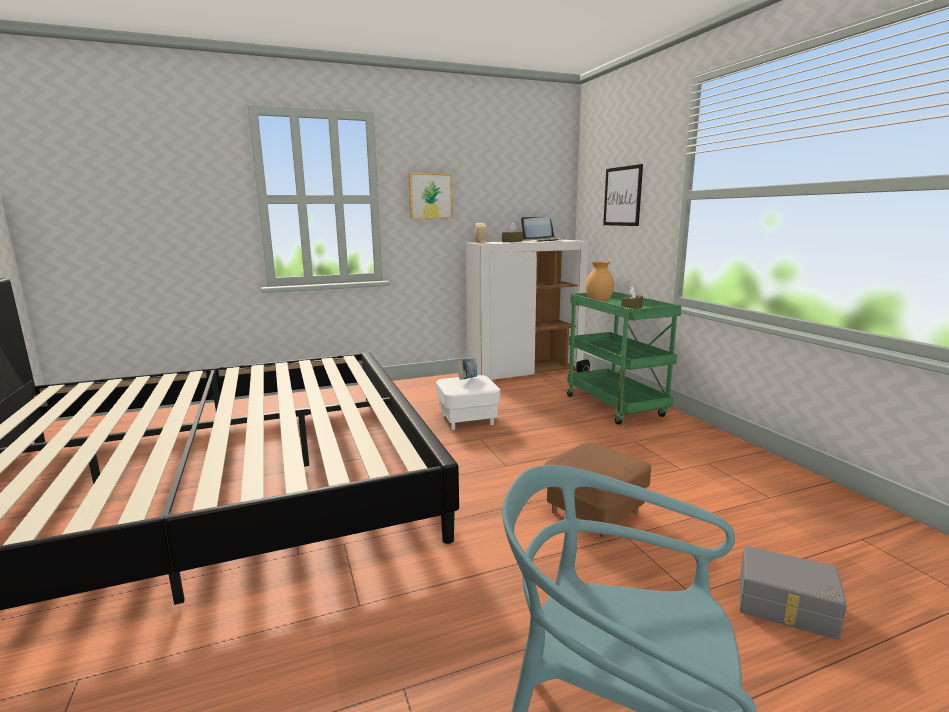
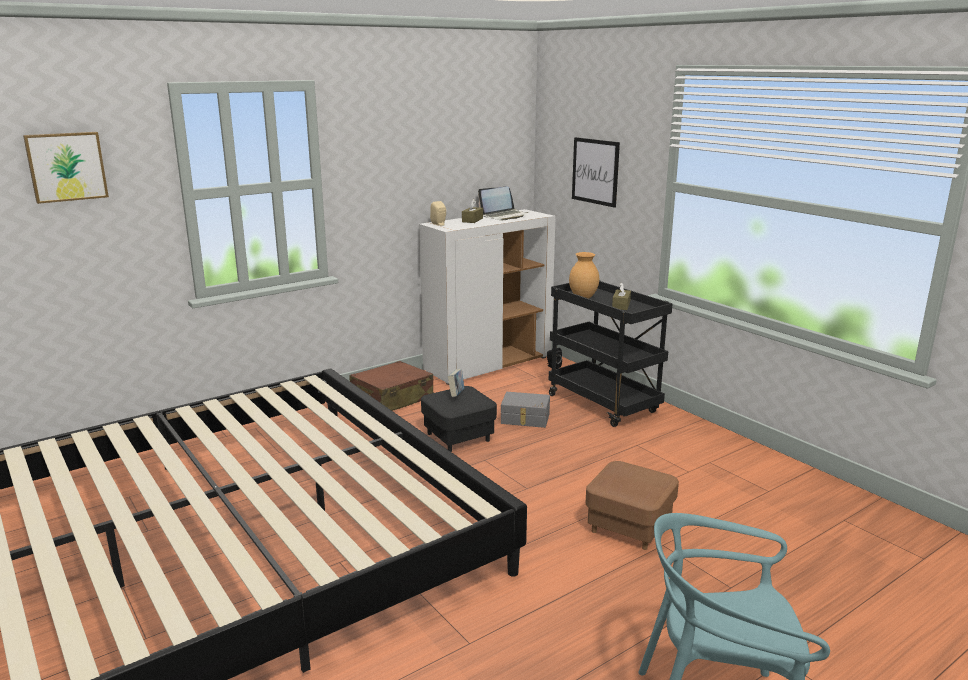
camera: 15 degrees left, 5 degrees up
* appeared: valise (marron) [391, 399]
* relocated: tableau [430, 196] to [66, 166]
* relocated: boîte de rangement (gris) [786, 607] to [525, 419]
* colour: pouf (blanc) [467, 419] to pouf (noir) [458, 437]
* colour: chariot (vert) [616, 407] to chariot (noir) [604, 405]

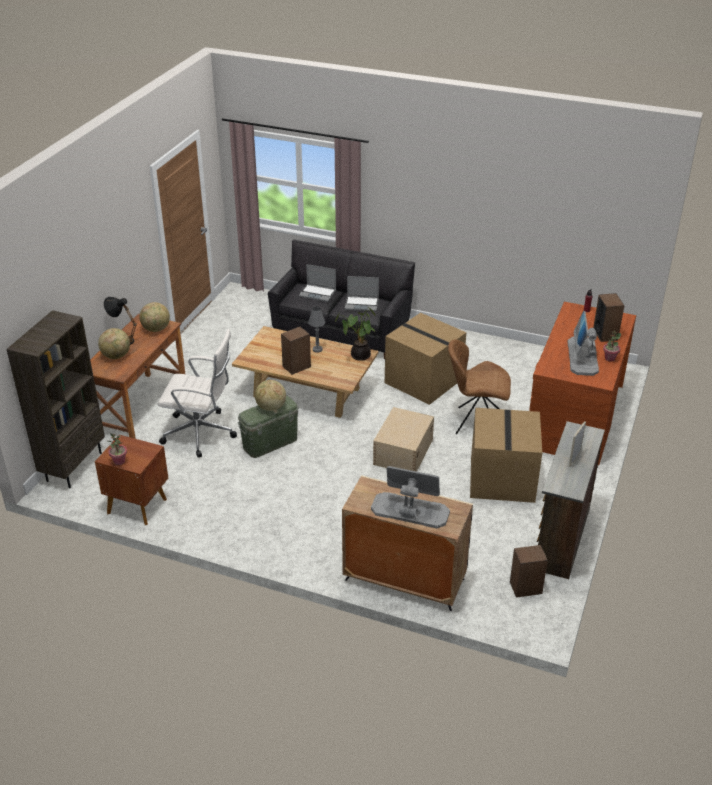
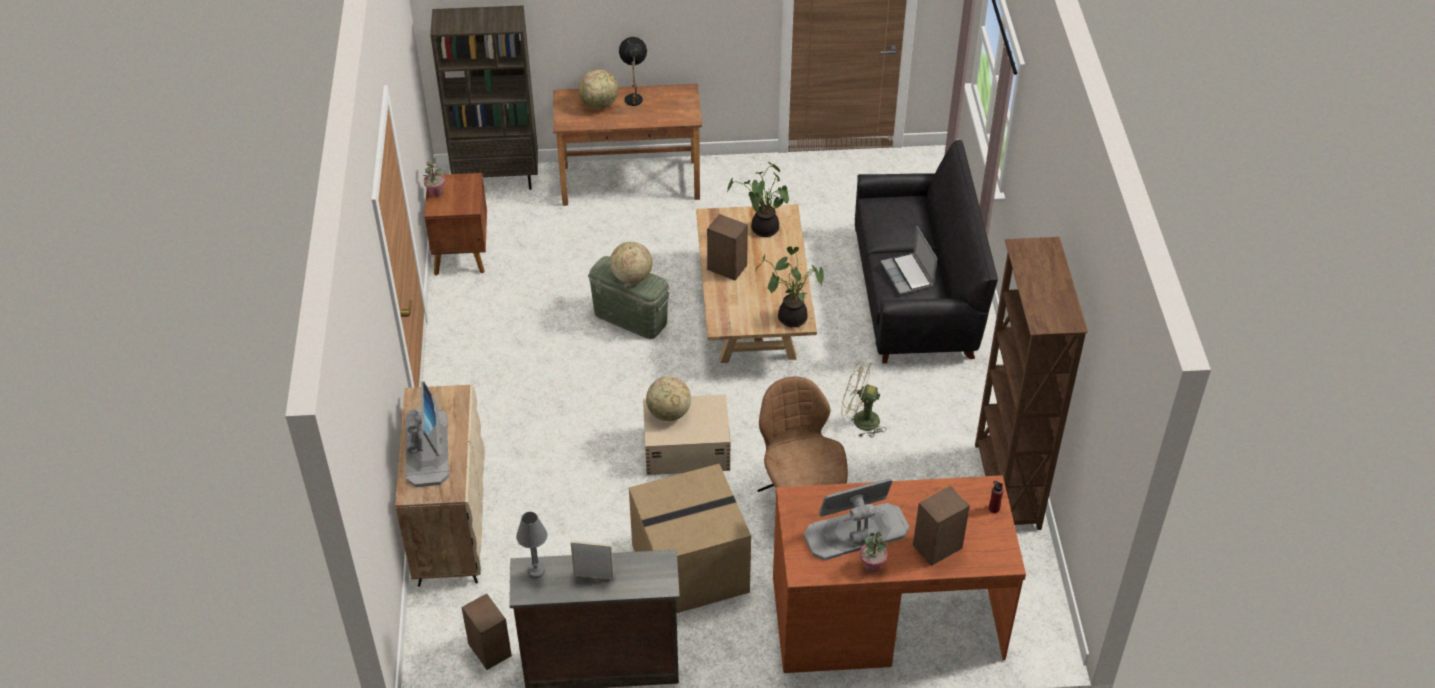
camera: 65 degrees right, 10 degrees up
* missing: chaise de bureau (blanc) [201, 433]
* missing: ordinateur portable [318, 293]
* appeared: plante en pot [762, 229]
* appeared: bibliothèque (marron) [1006, 487]
* relocated: globe [156, 329] to [669, 413]
* relocated: lampe de table (gris) [317, 349] to [536, 571]
* exchanged: carton [425, 380] to ventilateur (beige) [859, 420]

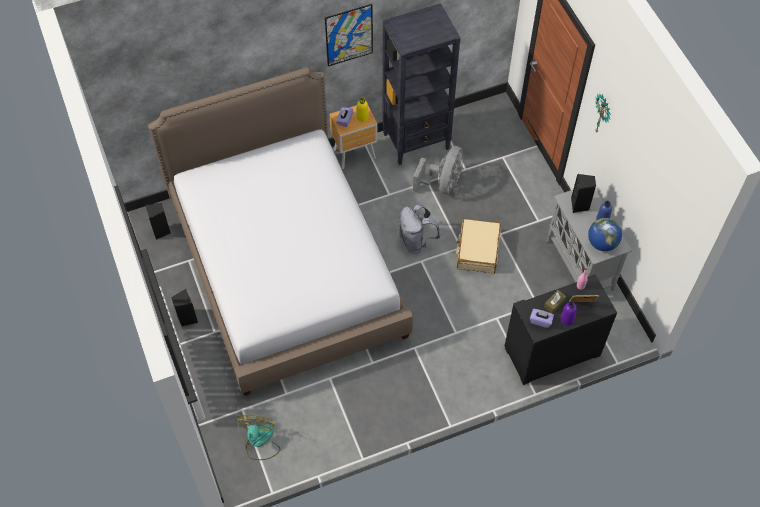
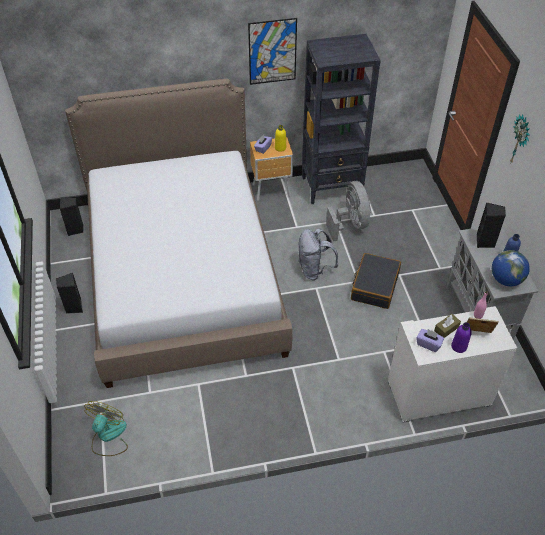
camera: 10 degrees right, 10 degrees down
* colour: valise (beige) [477, 250] to valise (noir) [374, 286]
* colour: commode (noir) [552, 352] to commode (blanc) [439, 394]
* spun: ventilateur (gris) [442, 183] = [350, 224] 45 degrees counterclockwise

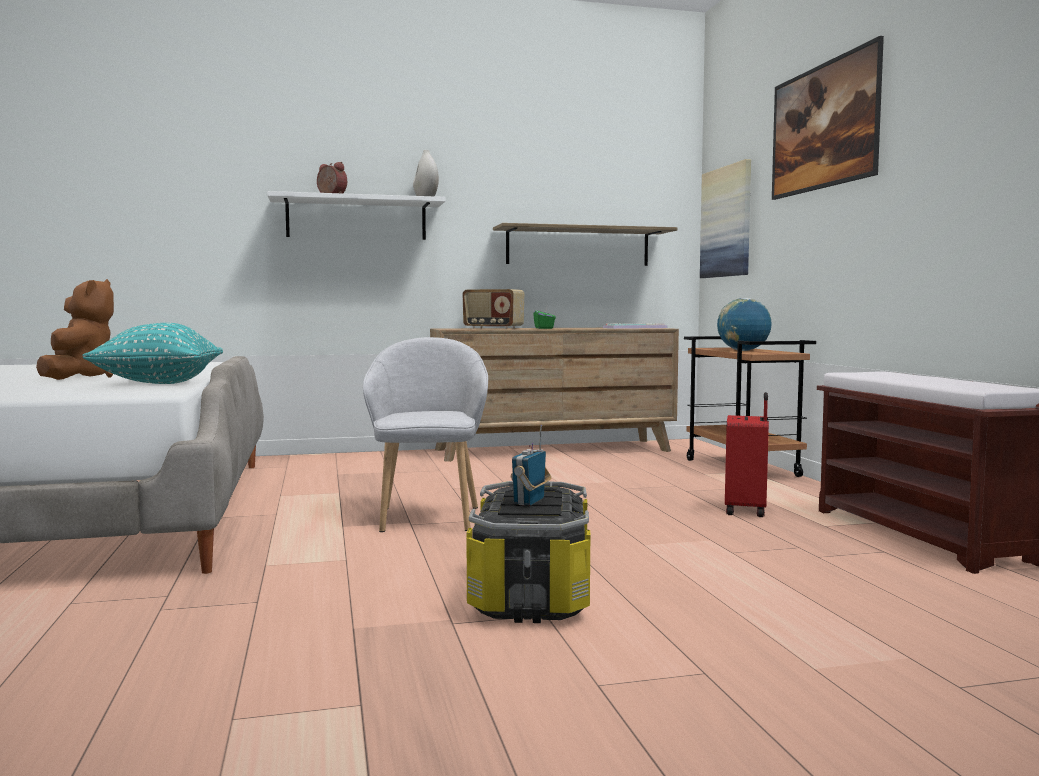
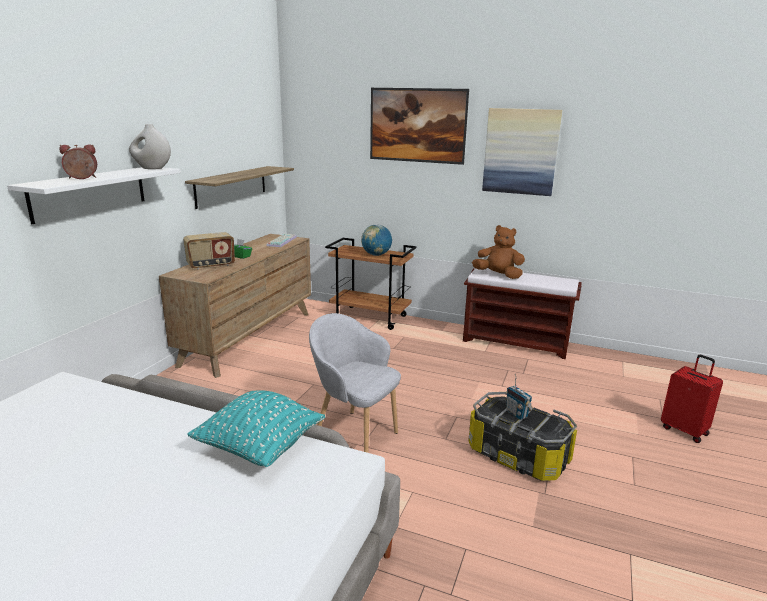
camera: 55 degrees left, 15 degrees up
* relocated: peluche (marron) [79, 377] to [498, 275]
* relocated: tableau [727, 222] to [520, 152]
* relocated: valise (rouge) [747, 510] to [684, 430]

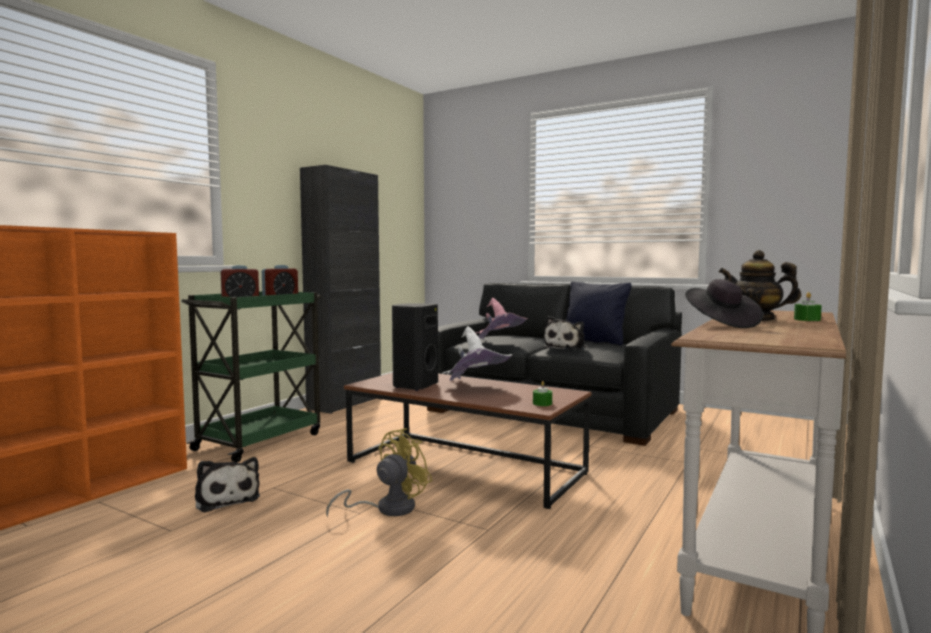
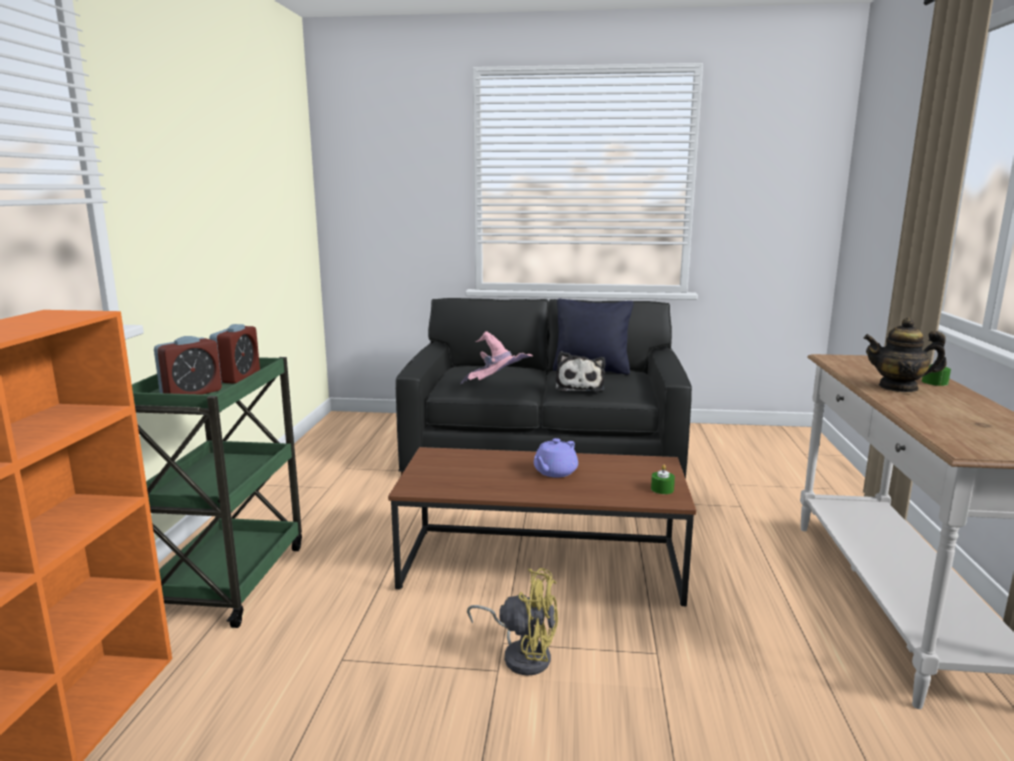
camera: 25 degrees left, 10 degrees up
* missing: peluche [226, 498]
* missing: meuble de rangement (noir) [345, 403]
* missing: enceinte (noir) [414, 386]
* missing: chapeau (noir) [721, 324]
* exchanged: chapeau (blanc) [475, 388] to théière (violet) [554, 472]
* spun: ventilateur (jaune) [387, 509] = [522, 654] 90 degrees clockwise

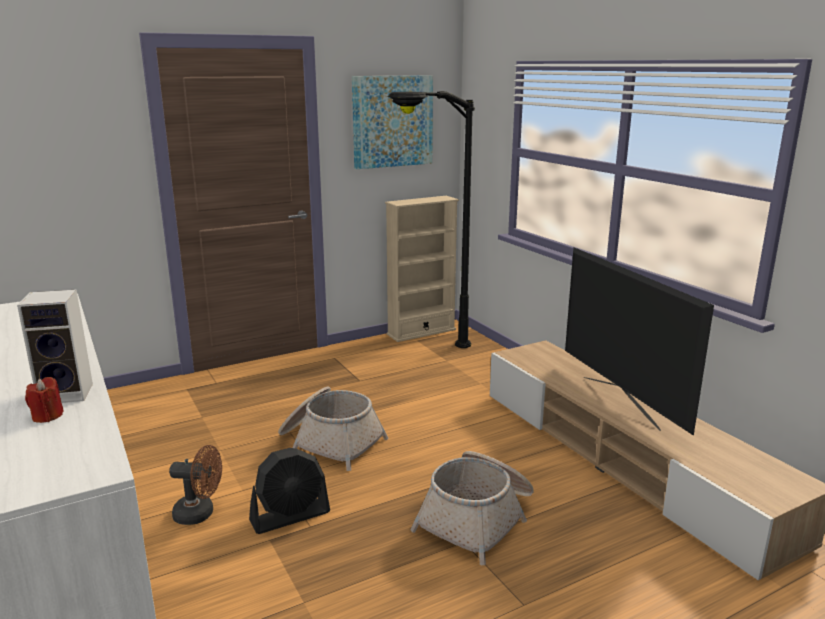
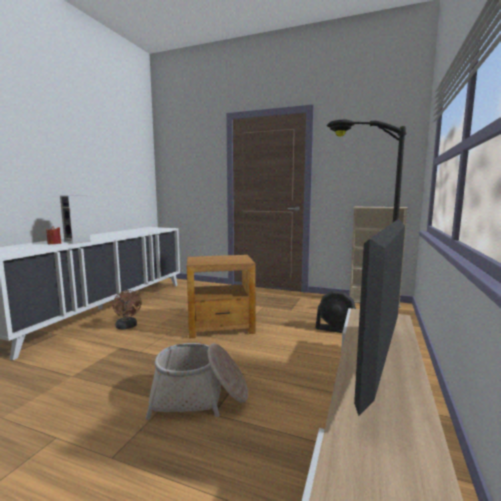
camera: 50 degrees right, 10 degrees down
* missing: tableau [392, 121]
* relocated: ventilateur (noir) [290, 516] to [336, 329]
* exchanged: panier [330, 442] to table d'appoint (marron) [221, 326]

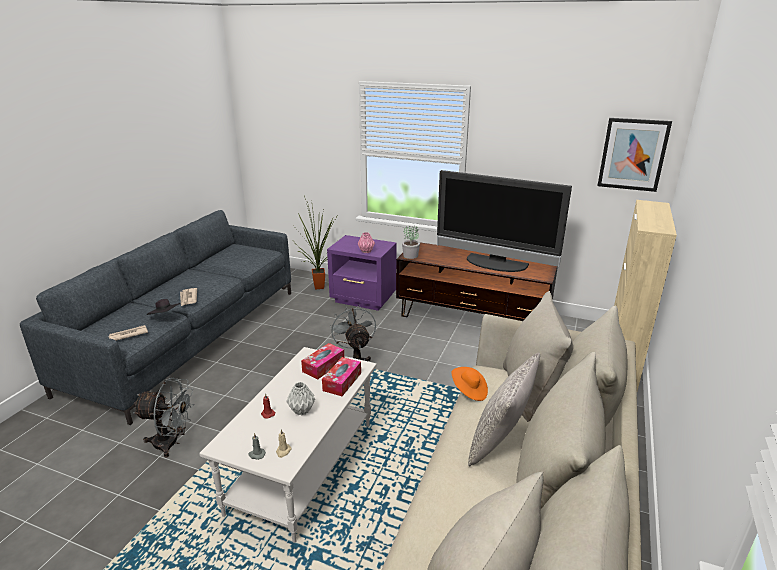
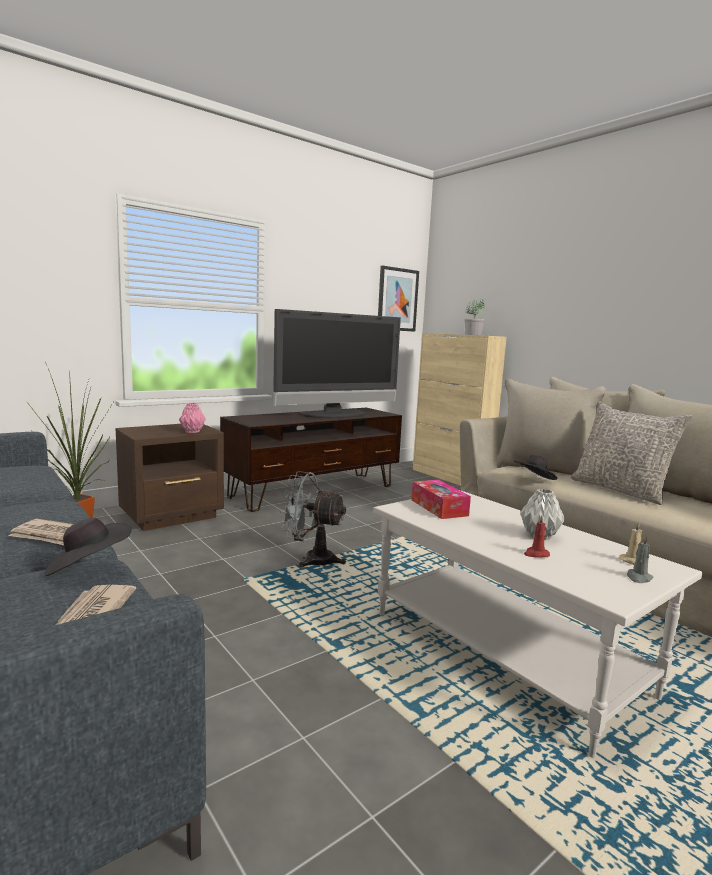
camera: 60 degrees left, 15 degrees down
* missing: ventilateur (gris) [172, 443]
* missing: boîte à mouchoirs [342, 381]
* relocated: plante en pot [411, 256] to [473, 334]
* colour: table de chevet (violet) [364, 299] to table de chevet (marron) [173, 516]
* colour: chapeau (orange) [469, 391] to chapeau (noir) [534, 480]

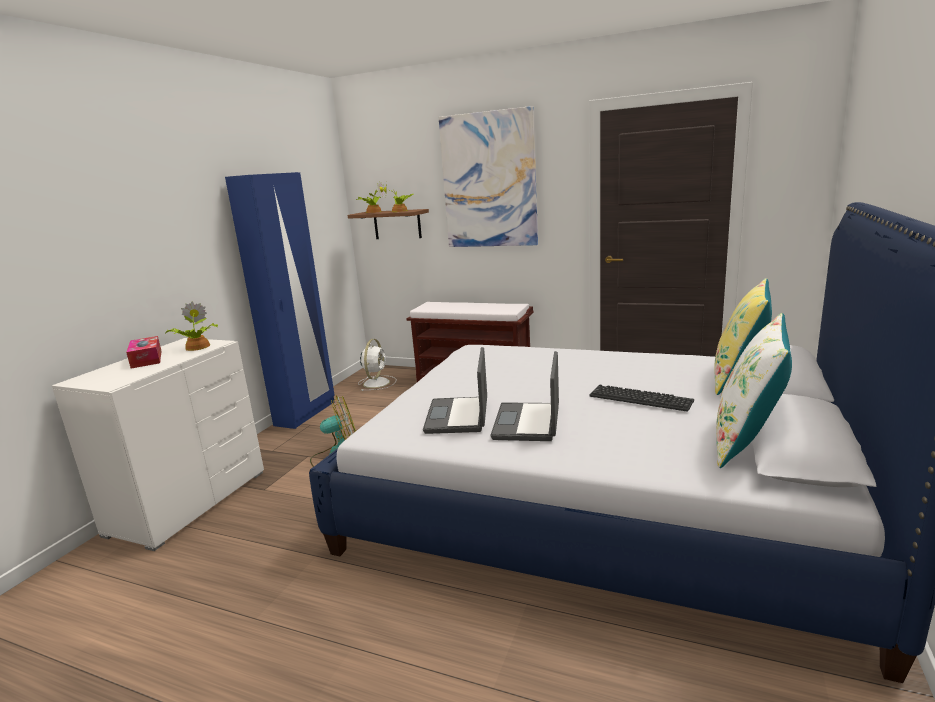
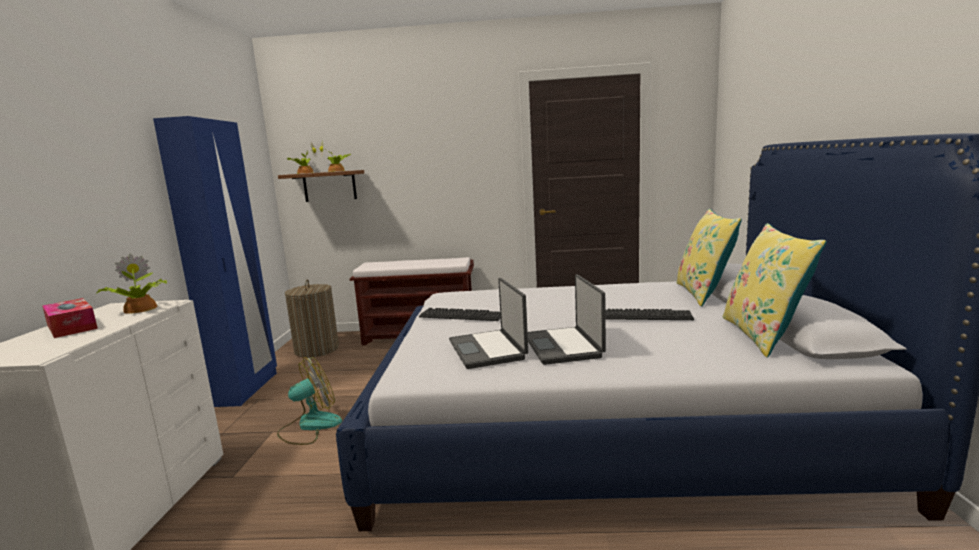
camera: 20 degrees left, 5 degrees down
* missing: tableau [489, 181]
* appeared: clavier [461, 316]
* exchanged: ventilateur (blanc) [377, 382] to panier à linge [316, 349]
* colour: coussin (blanc) [747, 441] to coussin (jaune) [763, 335]

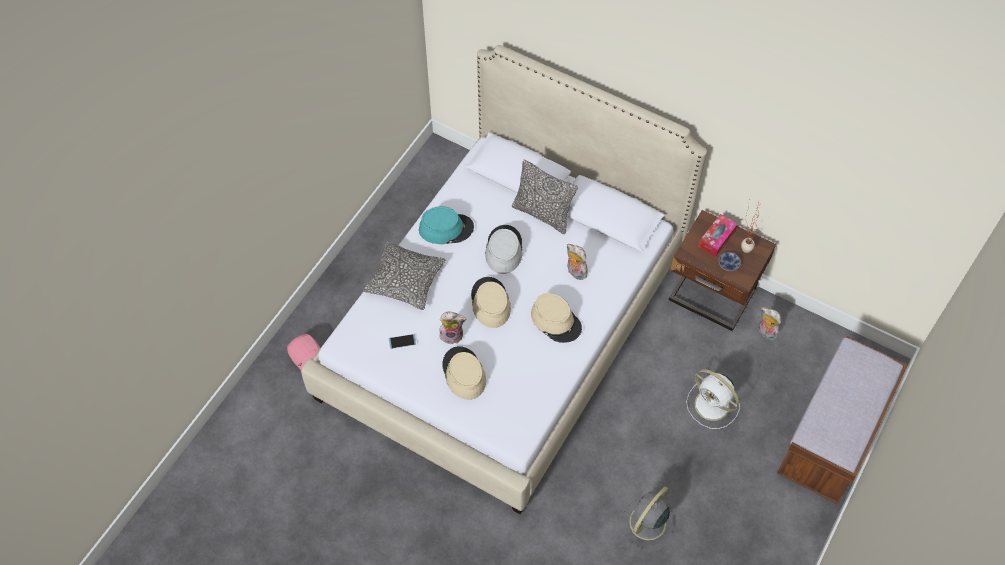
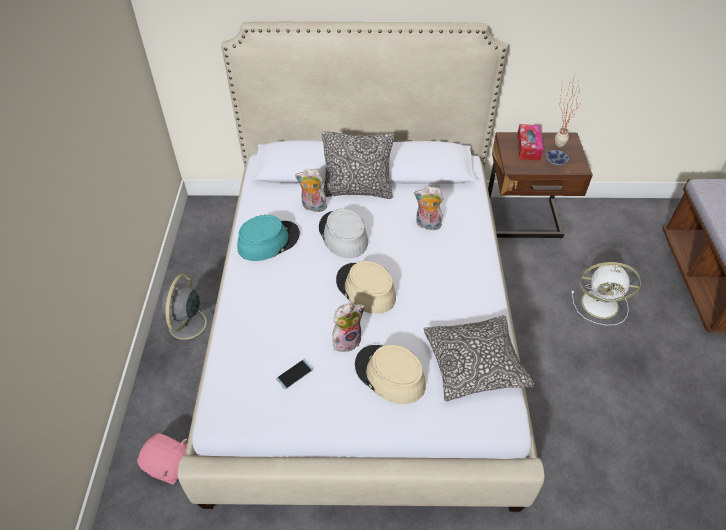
camera: 30 degrees left, 10 degrees down
* missing: chapeau (beige) [556, 321]
* relocated: coussin [405, 280] to [474, 364]
* relocated: ventilateur (gris) [646, 524] to [187, 325]
* relocated: peluche [765, 332] to [313, 207]

